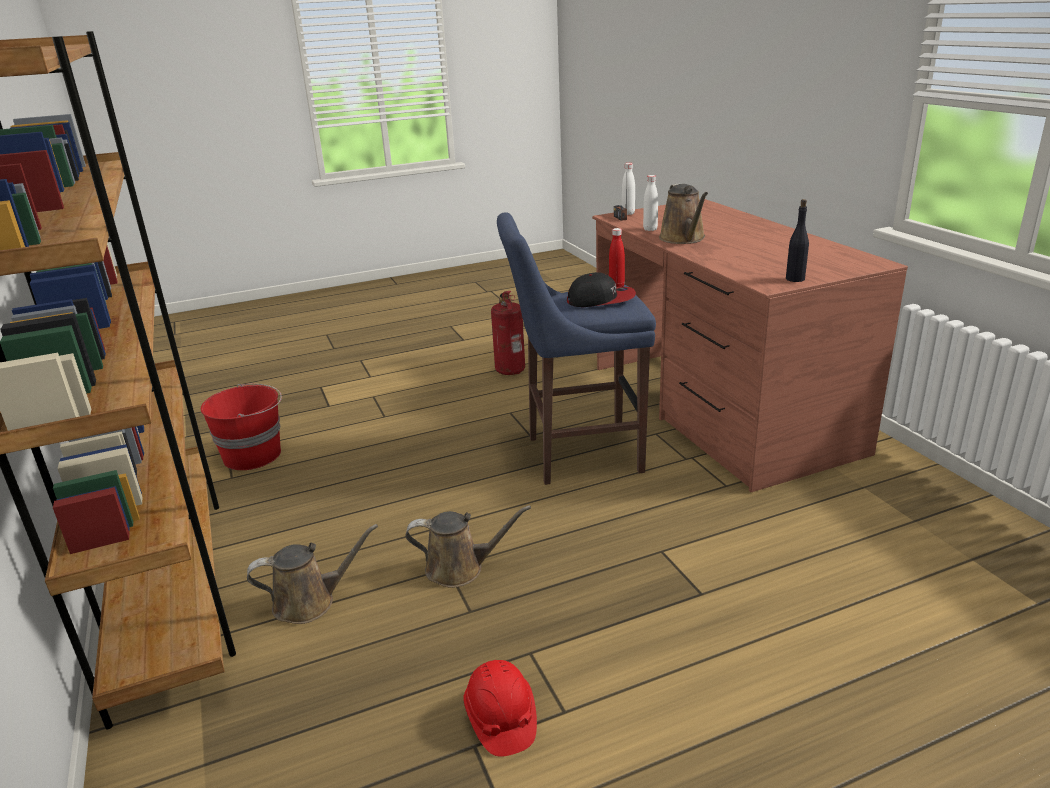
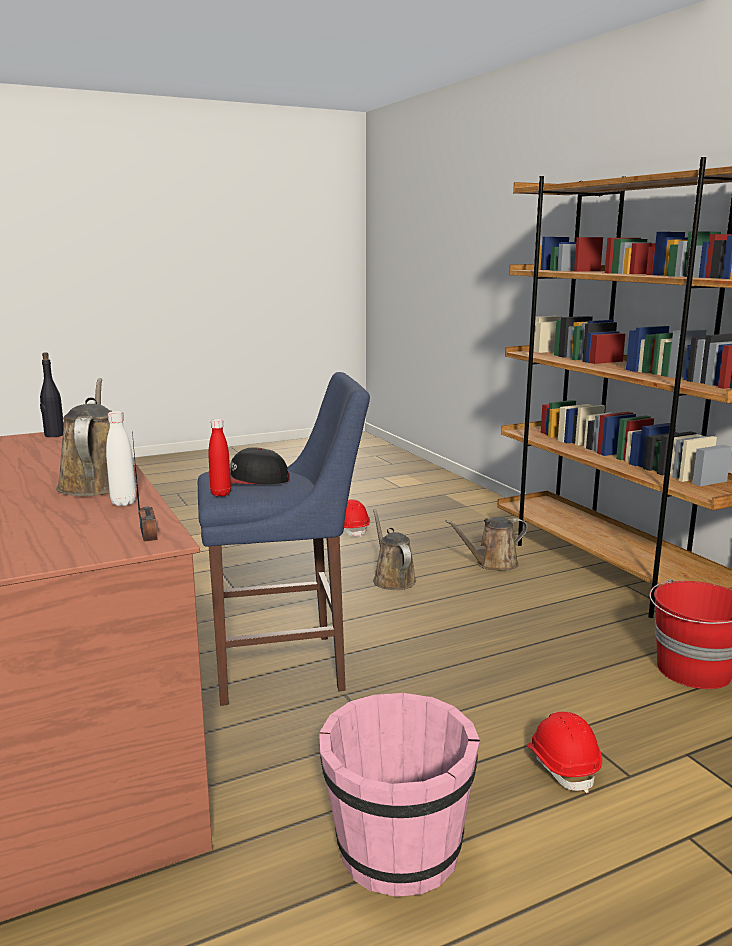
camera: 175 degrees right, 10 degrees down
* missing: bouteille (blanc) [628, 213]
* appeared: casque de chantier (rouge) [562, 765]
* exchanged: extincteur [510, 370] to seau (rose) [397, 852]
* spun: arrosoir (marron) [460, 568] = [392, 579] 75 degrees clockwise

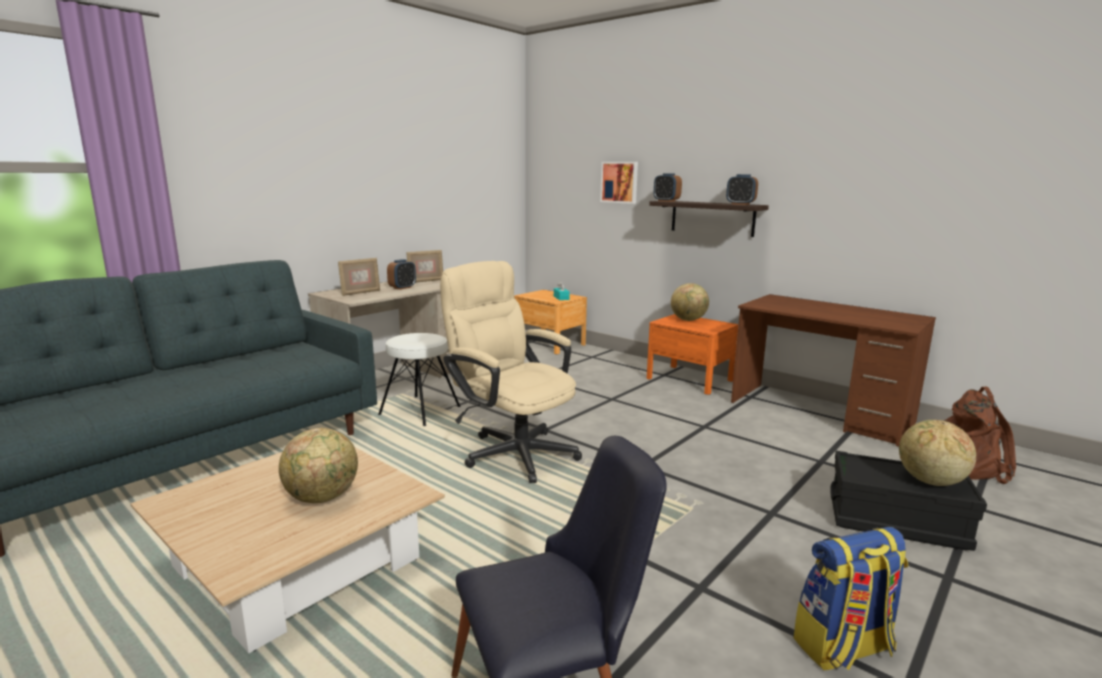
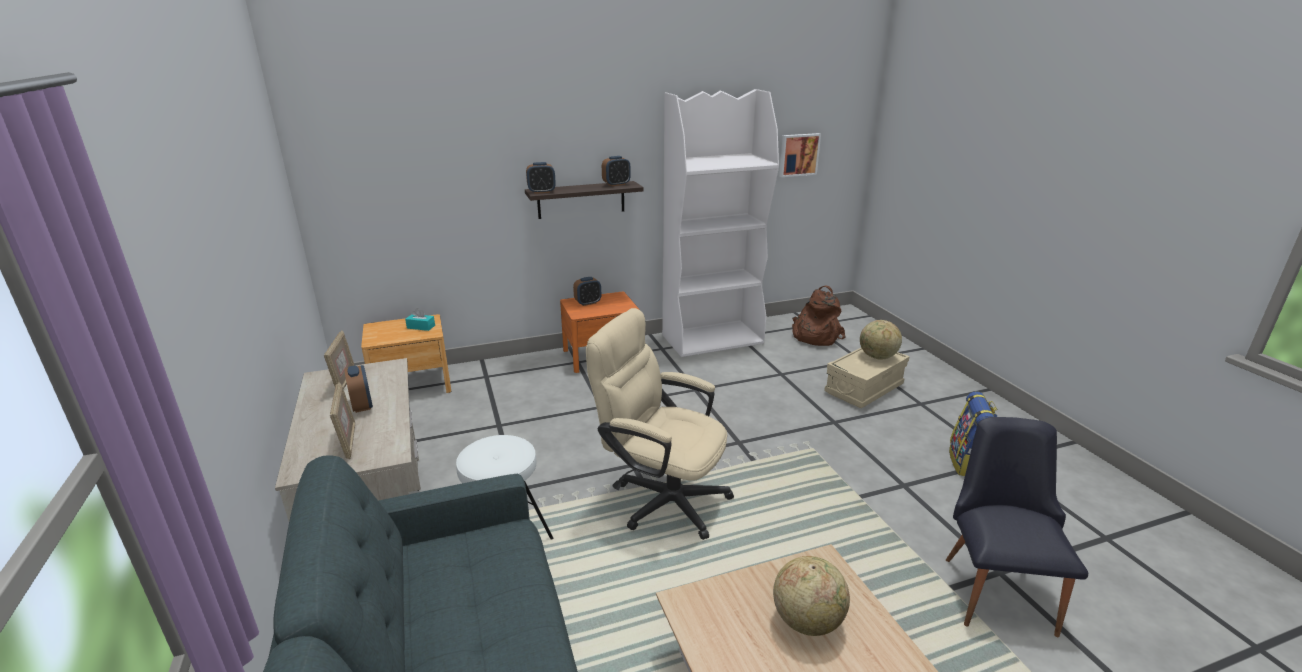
camera: 60 degrees left, 10 degrees up
* relocated: tableau [620, 182] to [798, 154]
* exchanged: globe [688, 320] to réveil [588, 303]
* exchanged: bureau (marron) [820, 412] to bibliothèque (blanc) [713, 339]
* colour: boîte de rangement (noir) [896, 522] to boîte de rangement (beige) [864, 388]
* spun: chaise de bureau (beige) [512, 450] = [661, 498] 45 degrees clockwise

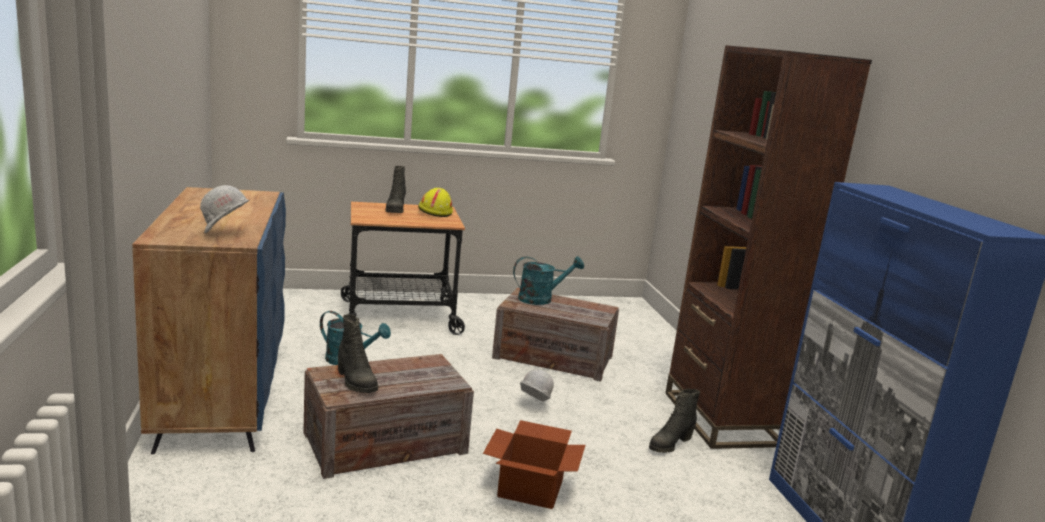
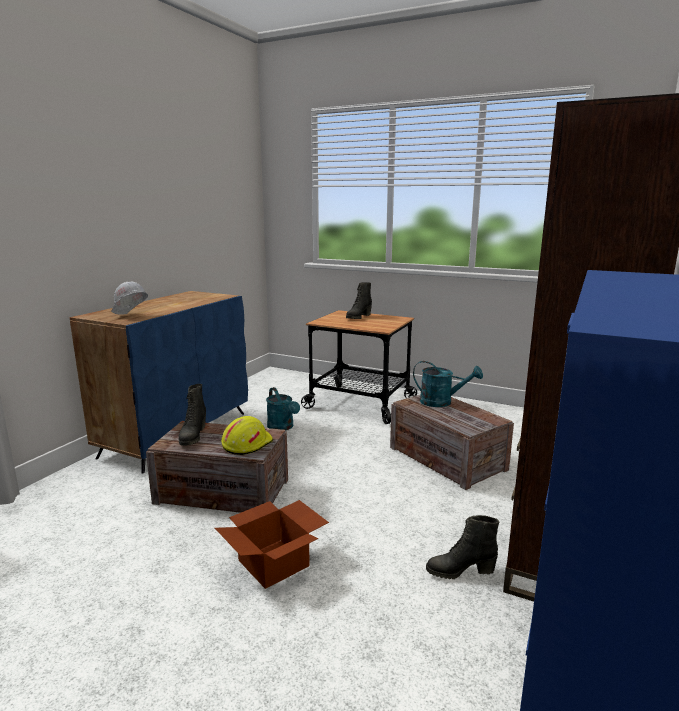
camera: 40 degrees right, 0 degrees up
* missing: casque de chantier (blanc) [533, 405]
* relocated: casque de chantier (jaune) [435, 212] to [246, 444]

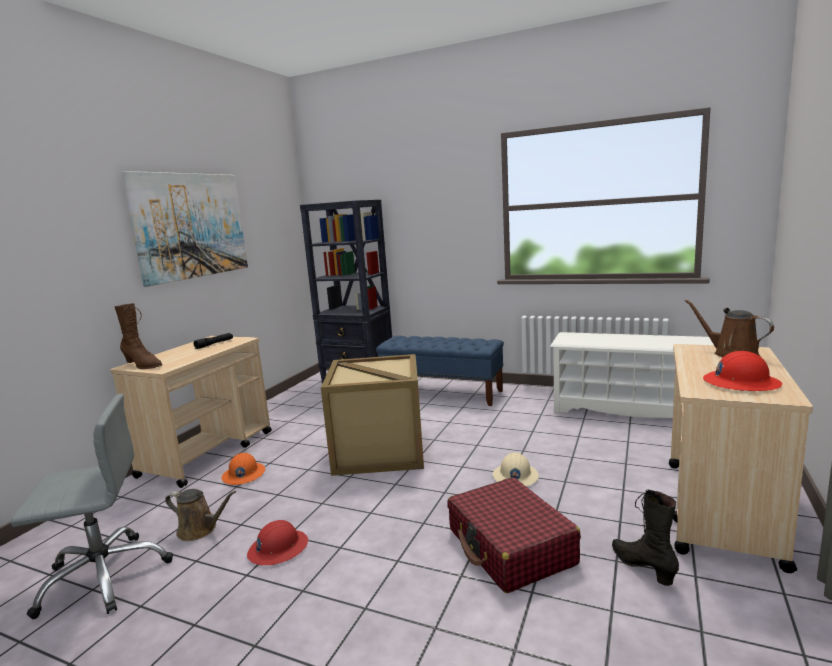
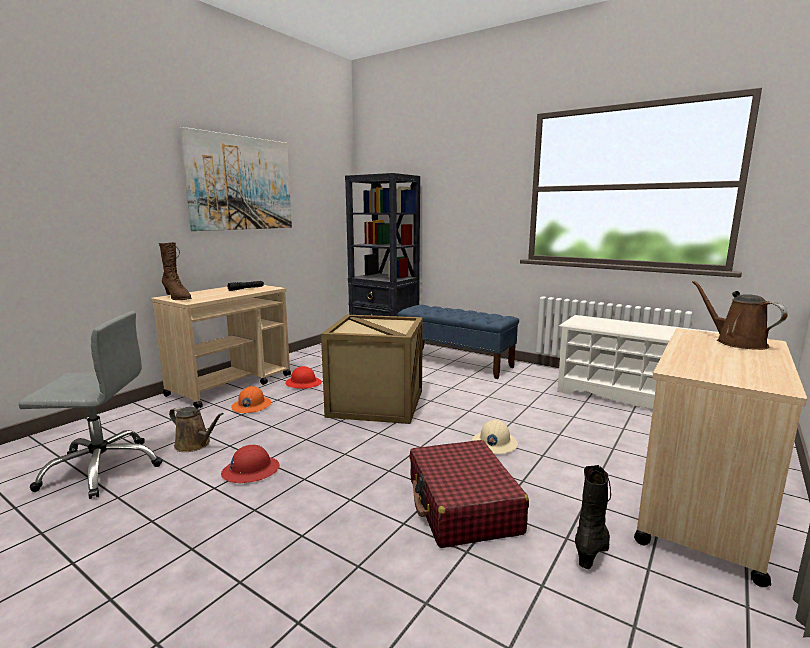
camera: 10 degrees right, 0 degrees up
* relocated: casque de chantier (rouge) [740, 383] to [303, 383]
* spun: botte (noir) [643, 567] = [592, 550] 45 degrees clockwise

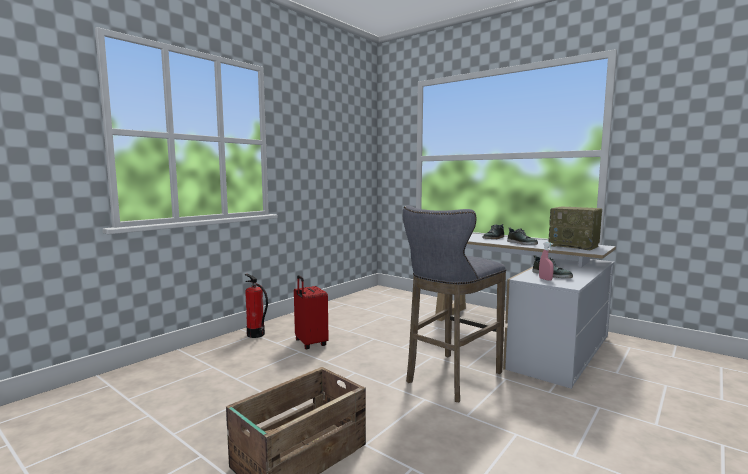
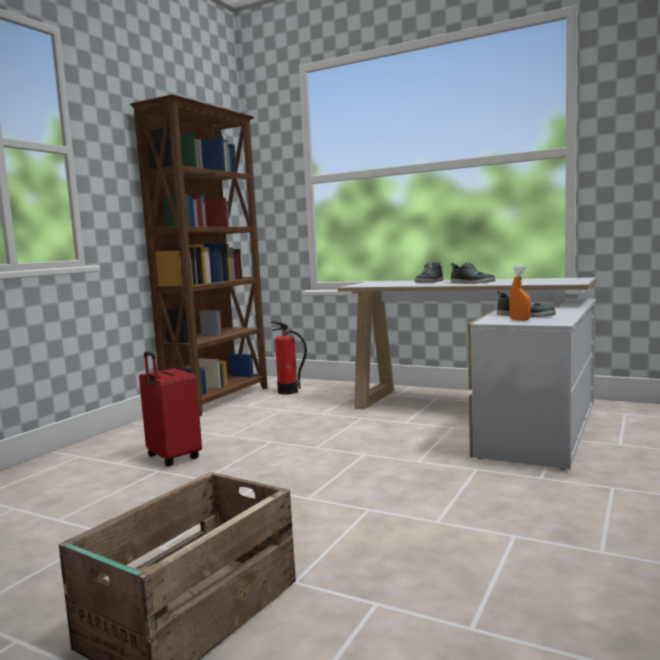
camera: 10 degrees left, 0 degrees up
* missing: tabouret (gris) [451, 378]
* missing: radio [574, 246]
* appeared: bibliothèque (marron) [219, 399]
* relocated: extincteur [255, 334] to [288, 392]
* colour: vaporisateur (rose) [545, 279] to vaporisateur (orange) [519, 320]

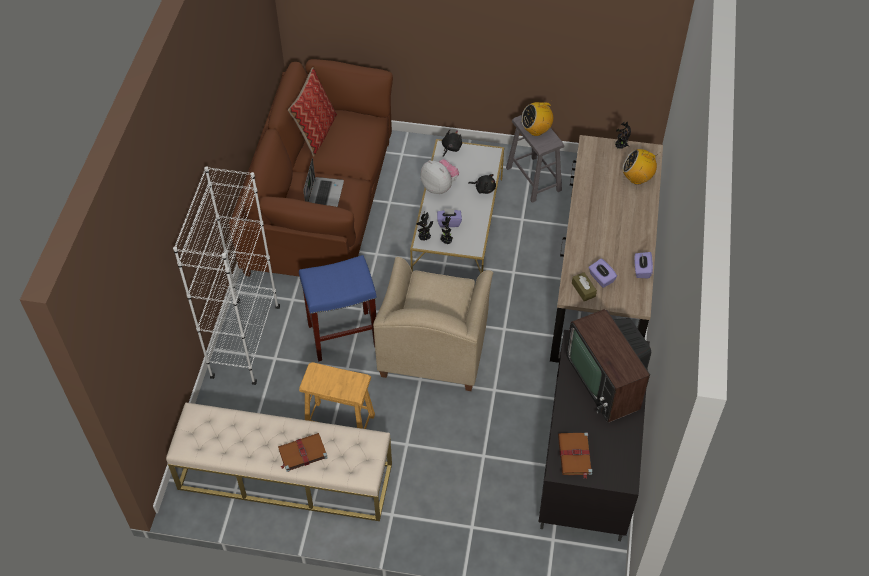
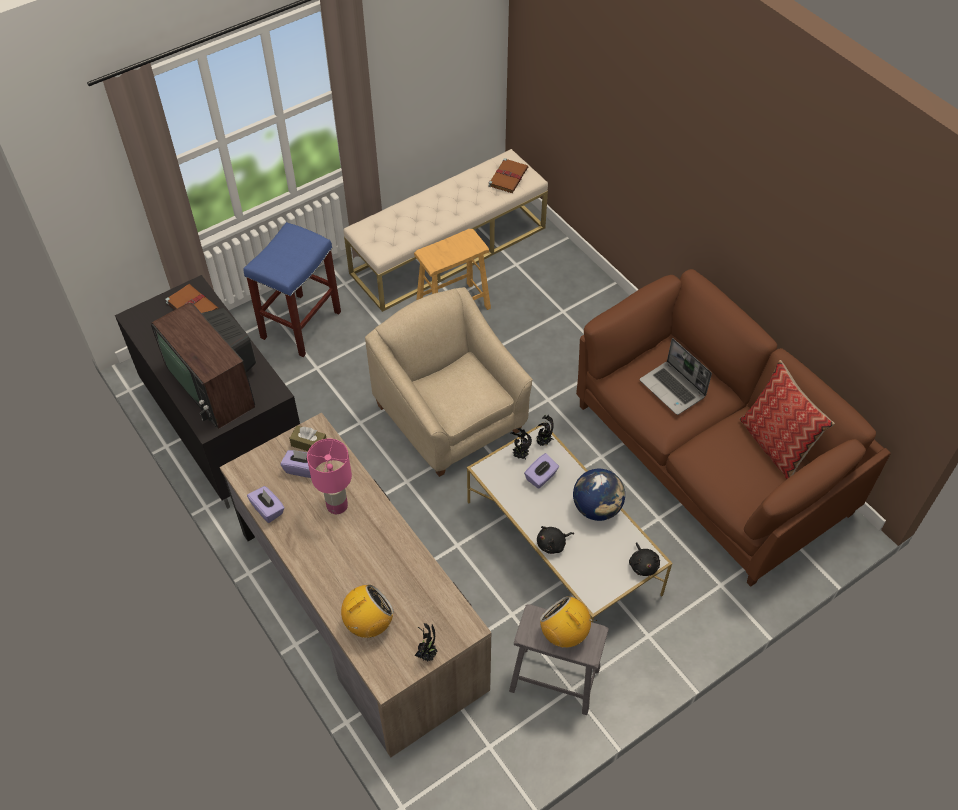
camera: 135 degrees right, 0 degrees up
* missing: bibliothèque (blanc) [245, 342]
* appeared: lampe de table (rose) [337, 506]
* relocated: livre (marron) [302, 453] to [508, 177]
* relocated: tabouret (bleu) [342, 336] to [301, 324]
* exchanged: peluche [439, 187] to globe [597, 508]
* spun: radio [536, 130] = [564, 633] 75 degrees counterclockwise
* spun: téléviseur [607, 378] = [215, 382] 150 degrees counterclockwise

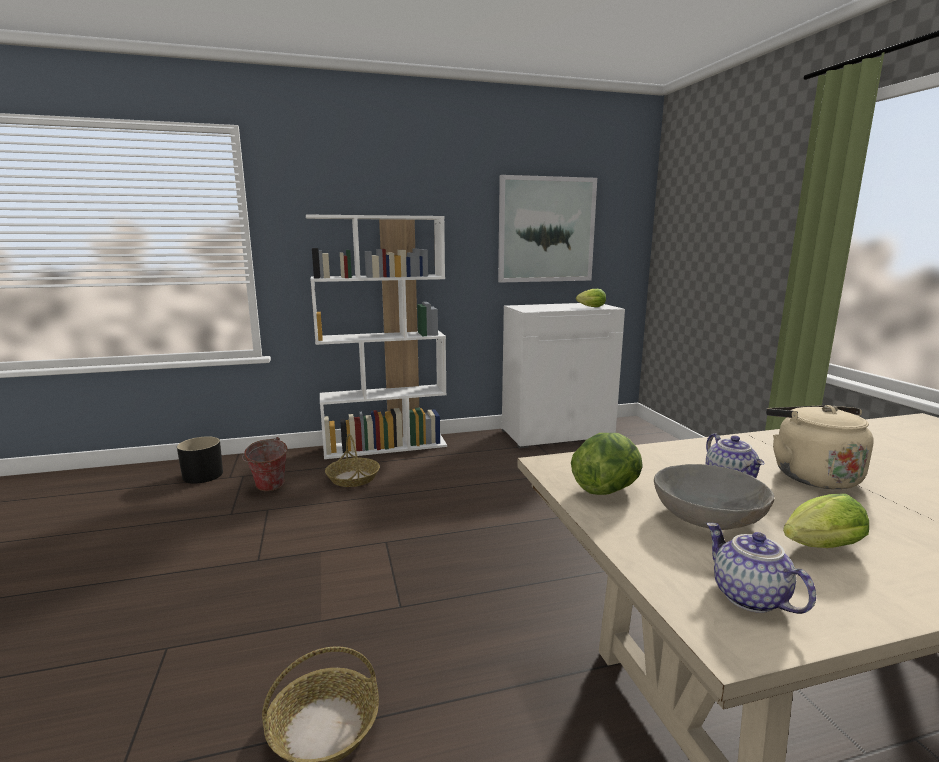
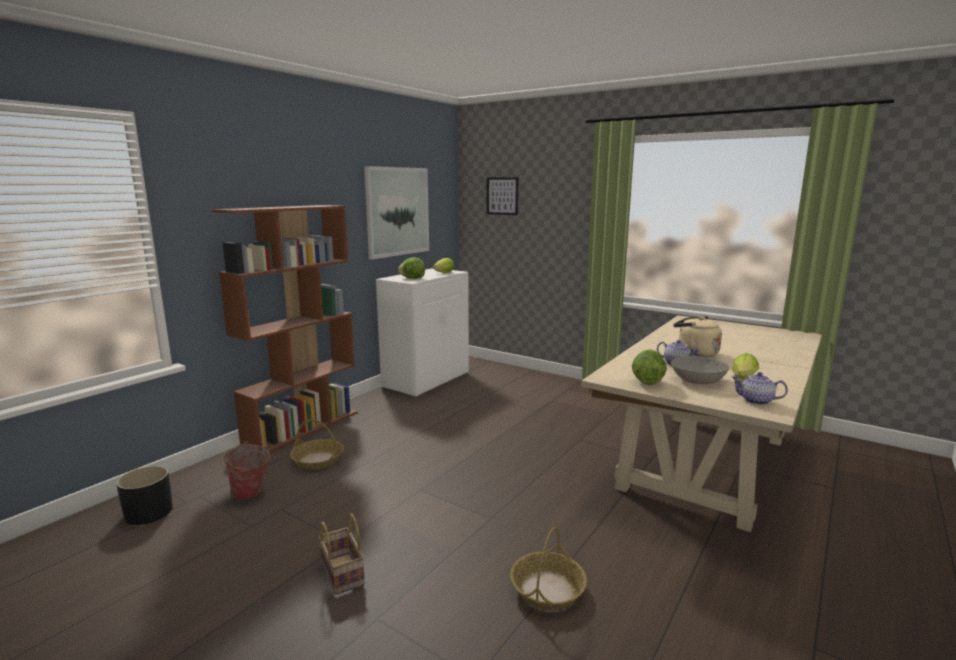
camera: 40 degrees left, 0 degrees up
* appeared: panier [341, 573]
* appeared: laitue [412, 278]
* appeared: tableau [502, 196]
* colour: bibliothèque (blanc) [386, 446] to bibliothèque (marron) [302, 428]

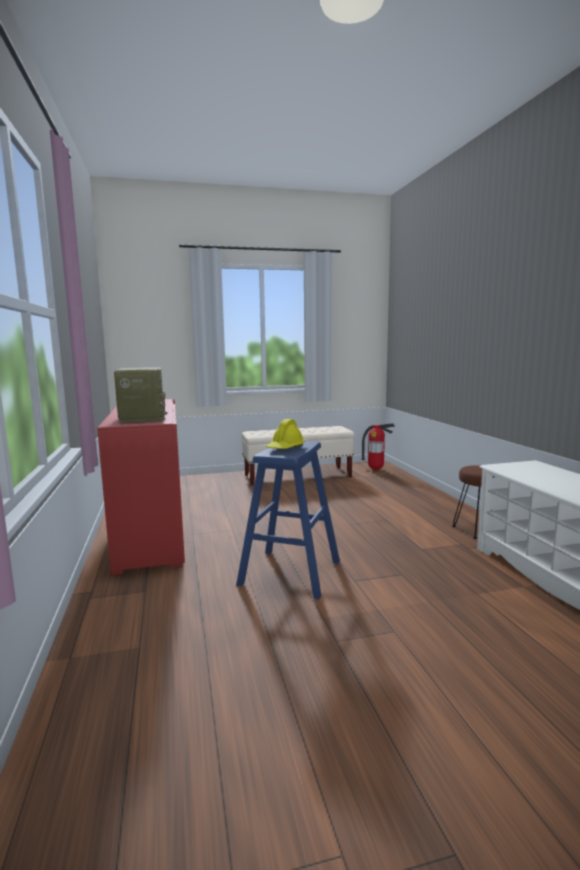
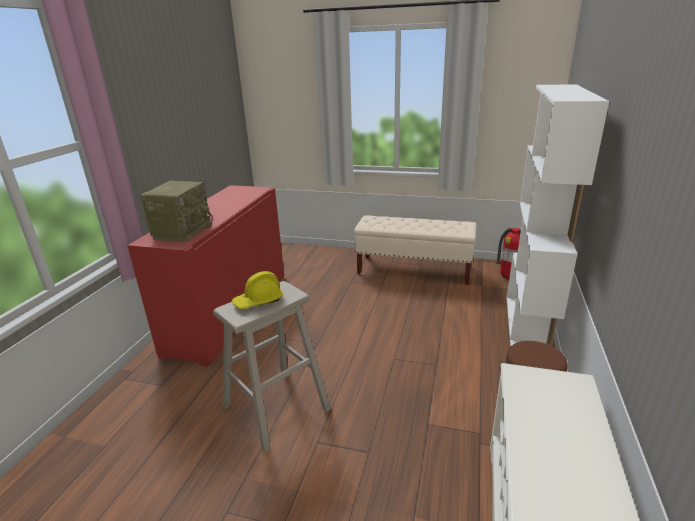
camera: 30 degrees right, 15 degrees up
* appeared: bibliothèque (blanc) [527, 331]
* colour: tabouret (bleu) [290, 572] to tabouret (beige) [276, 407]

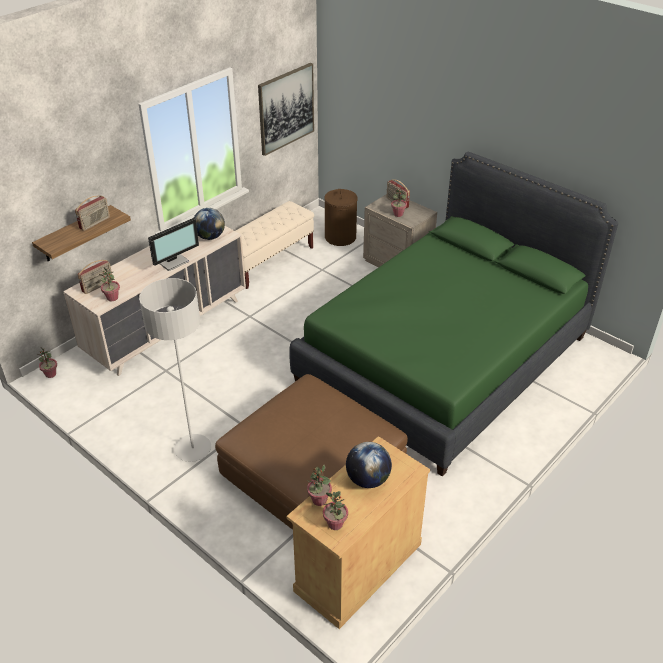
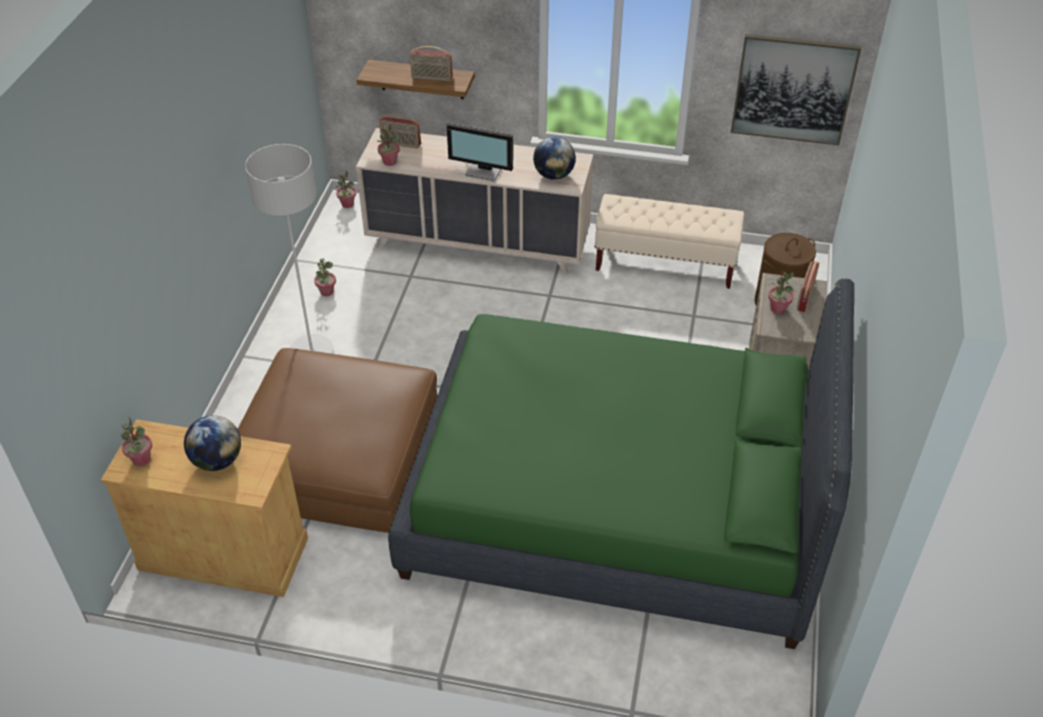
camera: 60 degrees right, 5 degrees up
* relocated: plante en pot [319, 500] to [326, 292]

